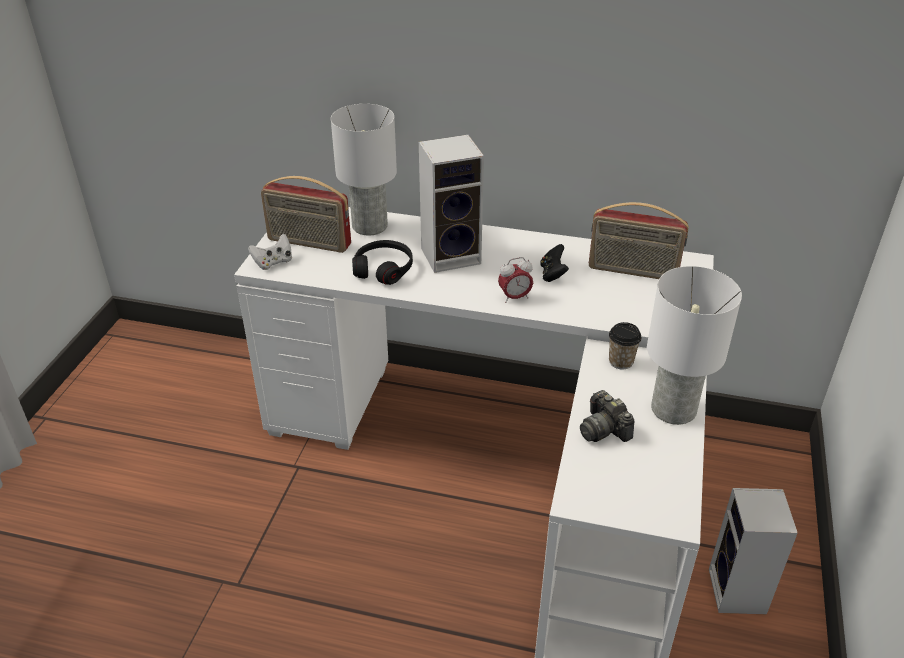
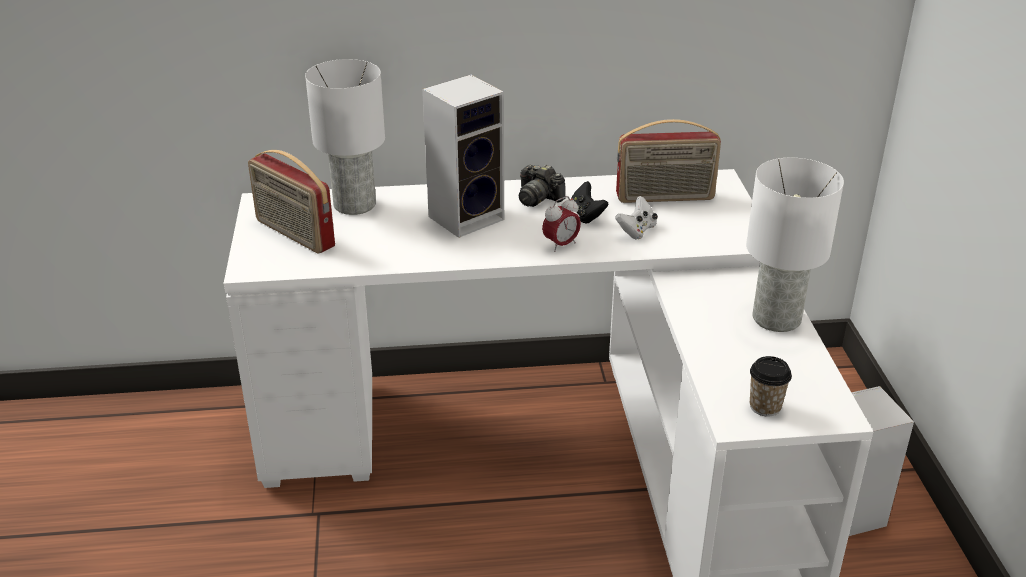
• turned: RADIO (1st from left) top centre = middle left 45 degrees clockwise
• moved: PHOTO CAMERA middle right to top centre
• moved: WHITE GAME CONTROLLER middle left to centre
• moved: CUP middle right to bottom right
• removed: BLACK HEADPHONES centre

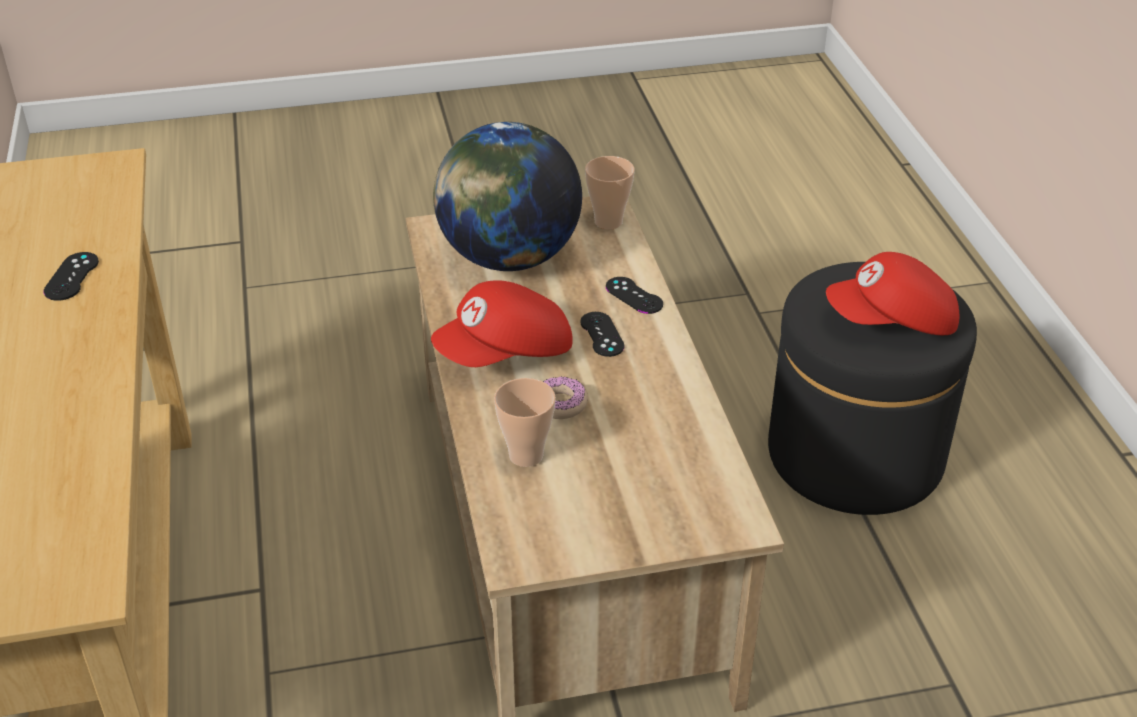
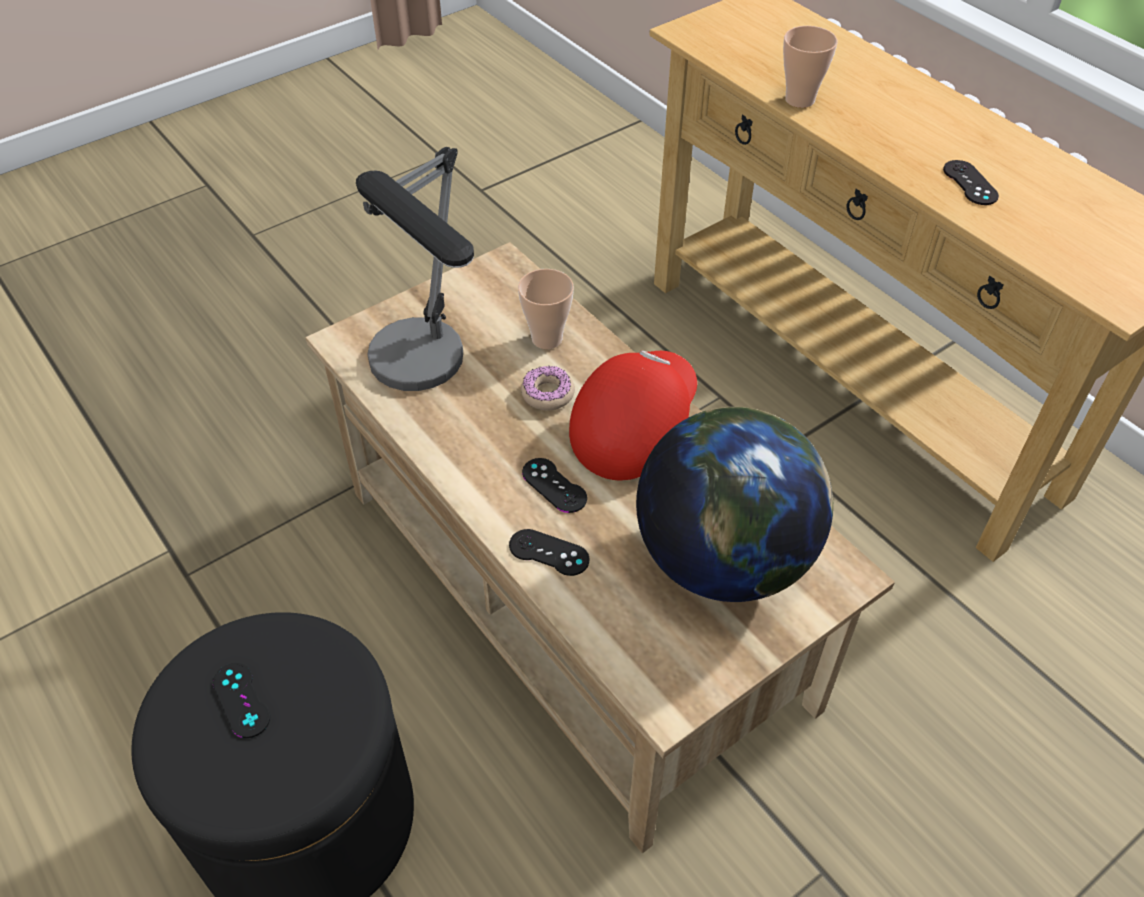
• replaced: RED CAP (2nd from left) middle right to BLACK GAME CONTROLLER (1st from left) bottom left
• added: TABLE LAMP top centre
• moved: CUP (2nd from left) top centre to top right

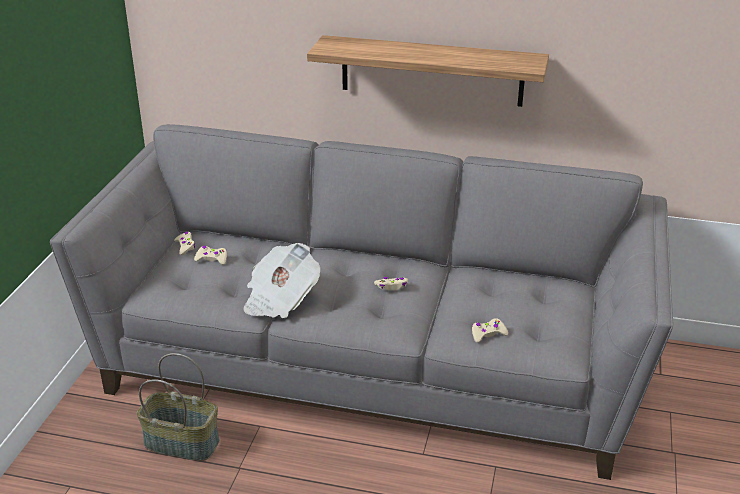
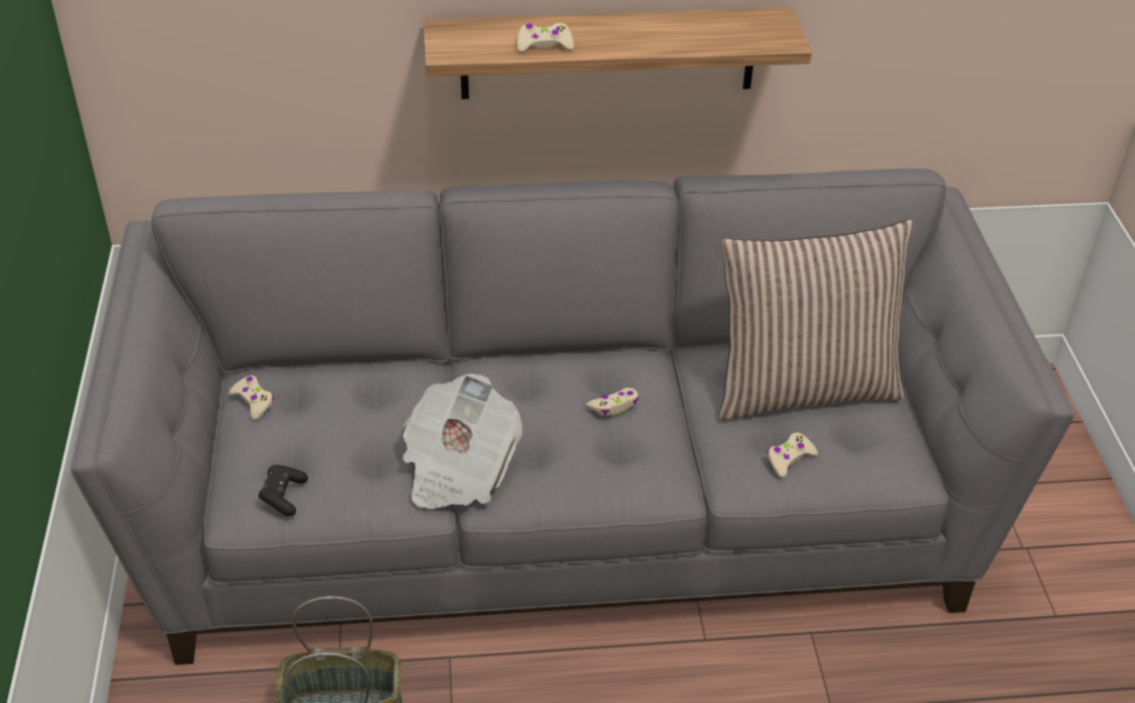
• added: BLACK GAME CONTROLLER bottom left
• moved: BEIGE GAME CONTROLLER (2nd from left) middle left to top centre
• added: PILLOW middle right

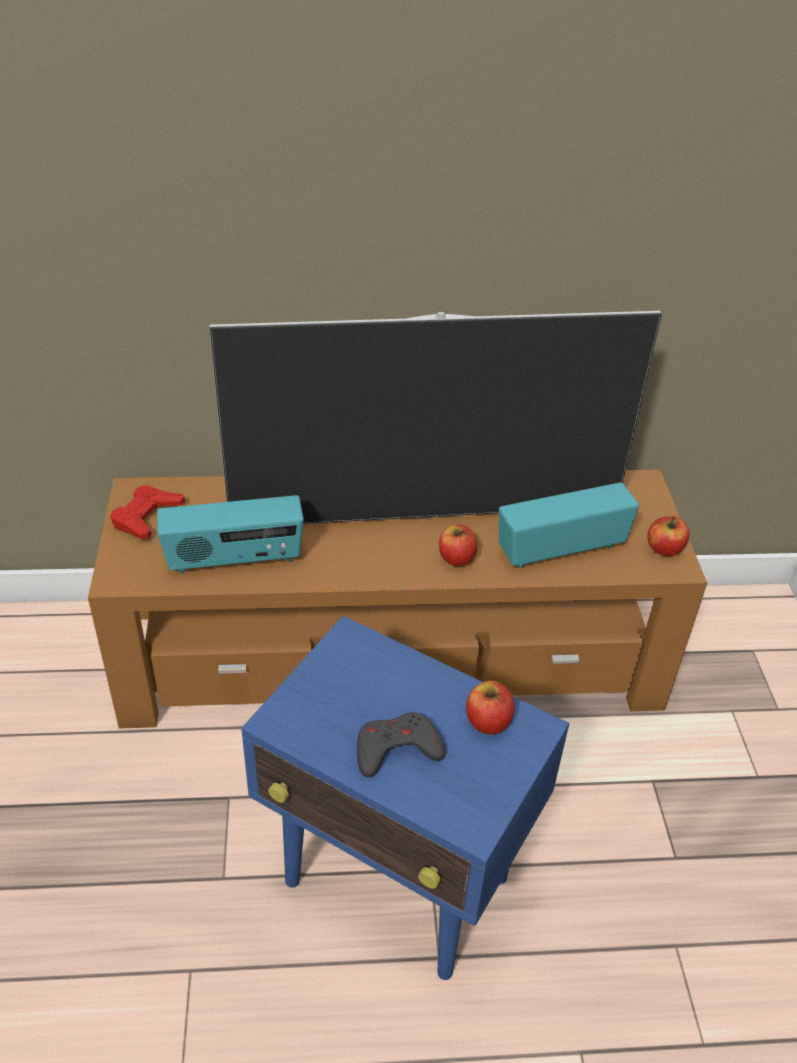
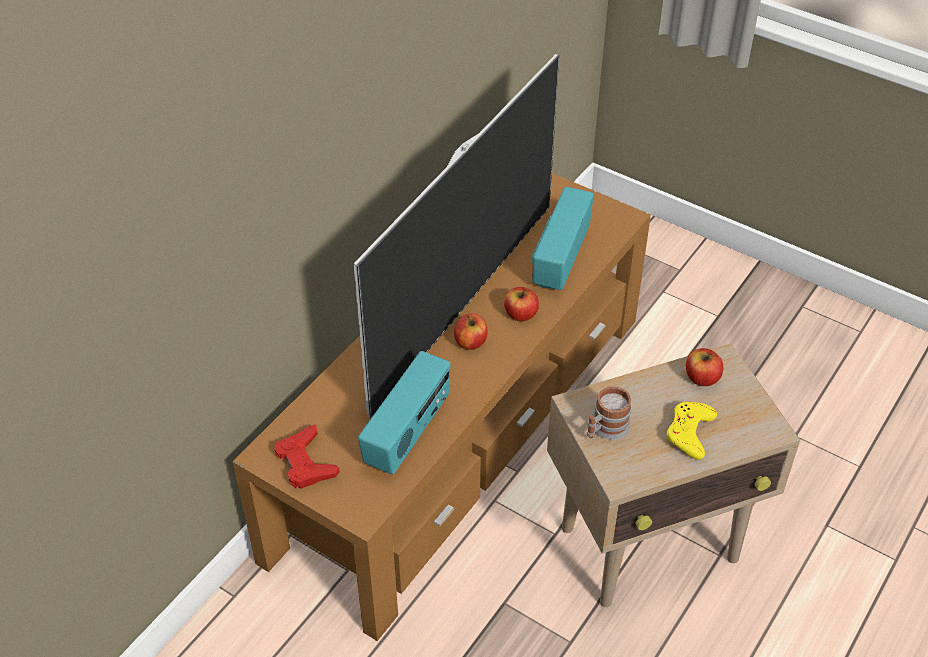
• moved: APPLE (3rd from left in the first image) middle right to APPLE (1st from left) centre
• recoloured: BLUE SIDE TABLE bottom centre to BEIGE SIDE TABLE bottom right
• added: MUG centre
• recoloured: GREY GAME CONTROLLER bottom centre to YELLOW GAME CONTROLLER middle right

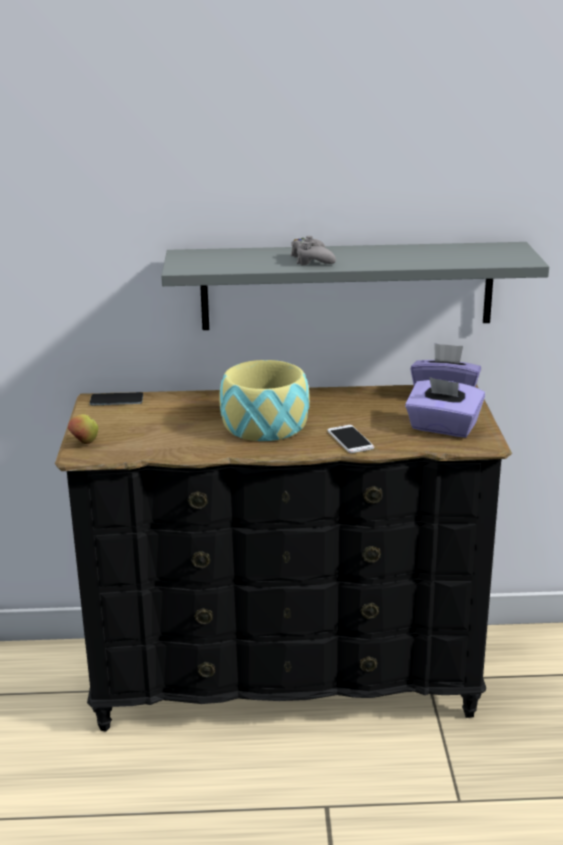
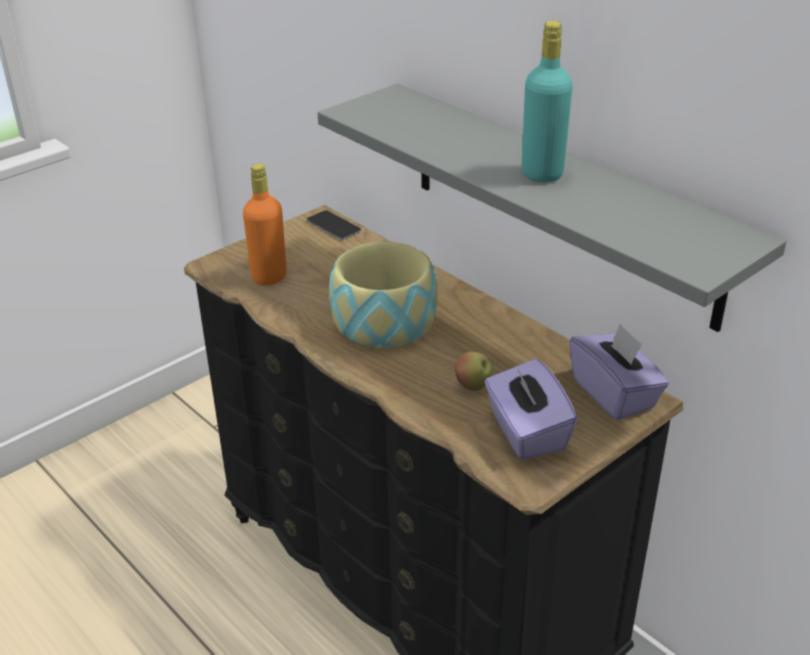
• added: ORANGE BOTTLE middle left
• moved: APPLE middle left to centre
• added: TURQUOISE BOTTLE top right
• removed: GREY GAME CONTROLLER top centre
• removed: PHONE (2nd from left) centre

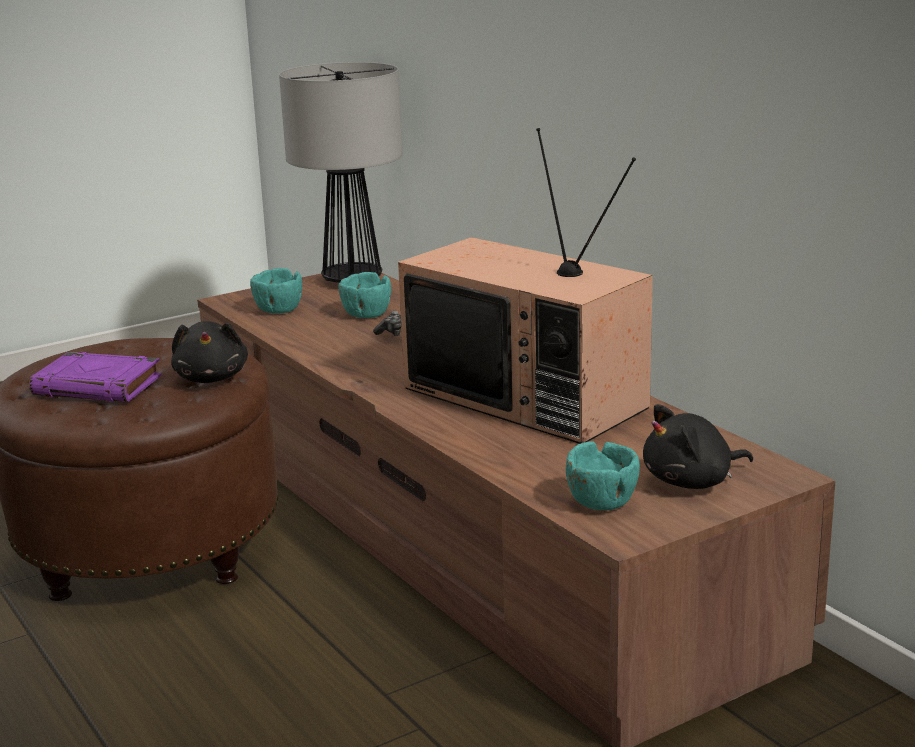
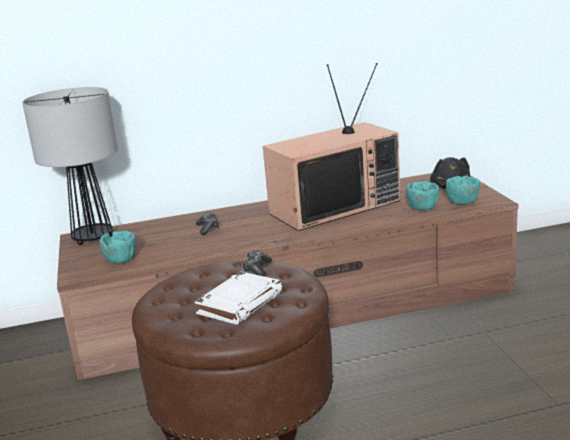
• recoloured: PURPLE BOOK middle left to WHITE BOOK bottom centre
• replaced: BLACK PLUSH TOY (1st from left) middle left to GAME CONTROLLER (2nd from left) centre
• moved: TURQUOISE BOWL (2nd from left) centre to middle right

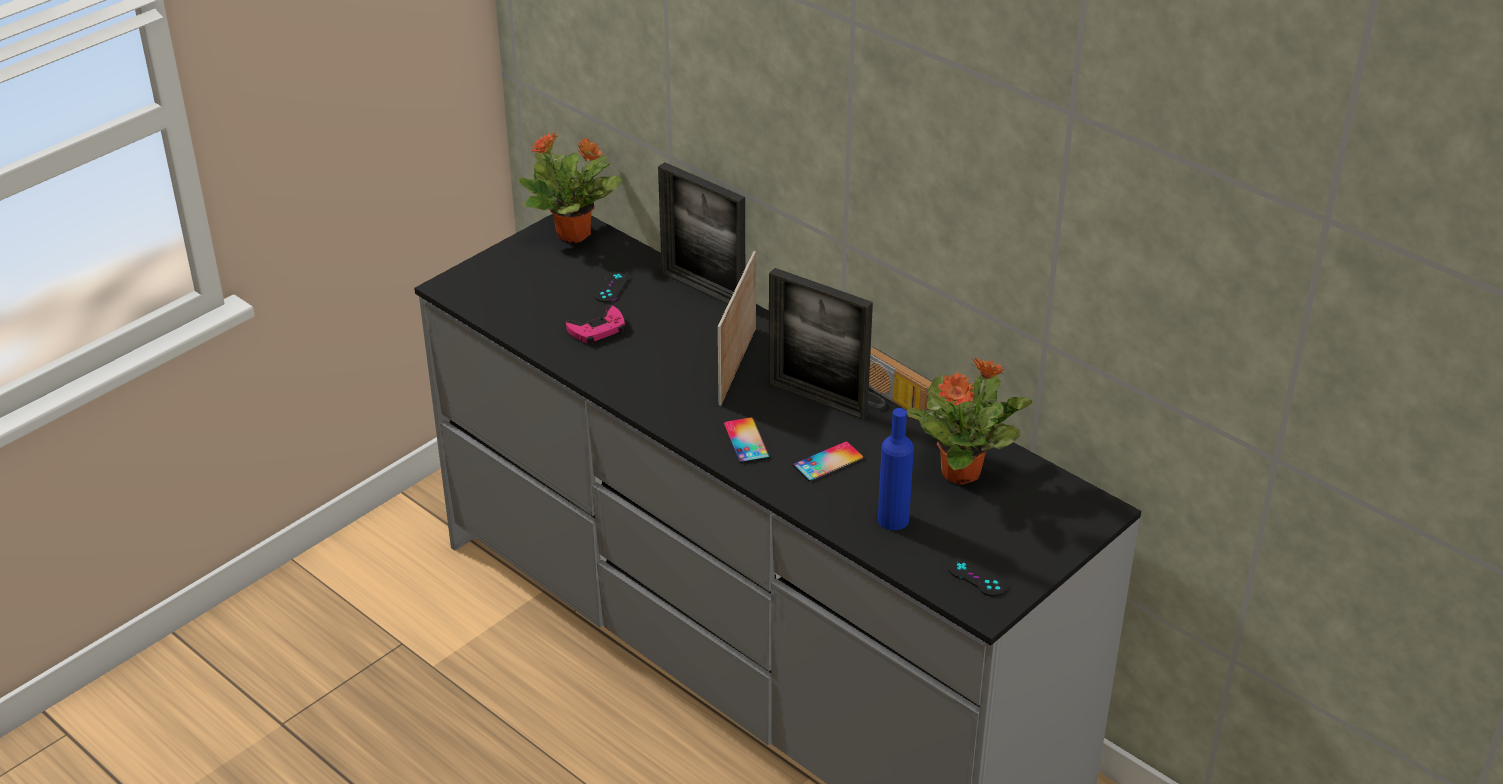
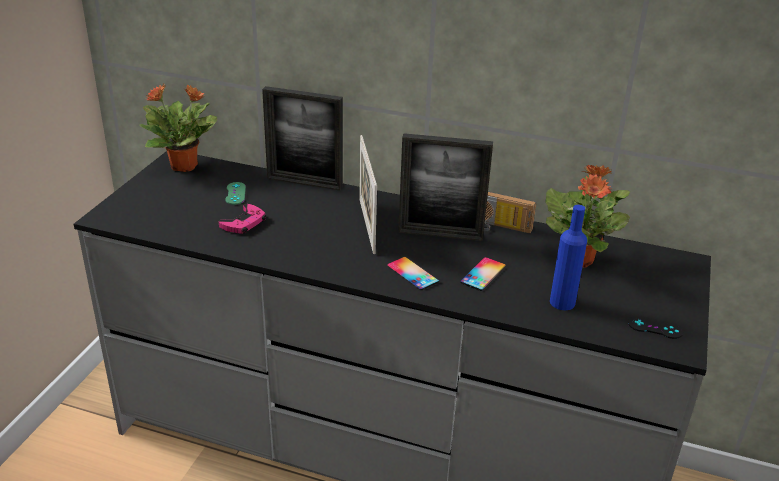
• recoloured: BLACK GAME CONTROLLER (1st from left) centre to GREEN GAME CONTROLLER middle left

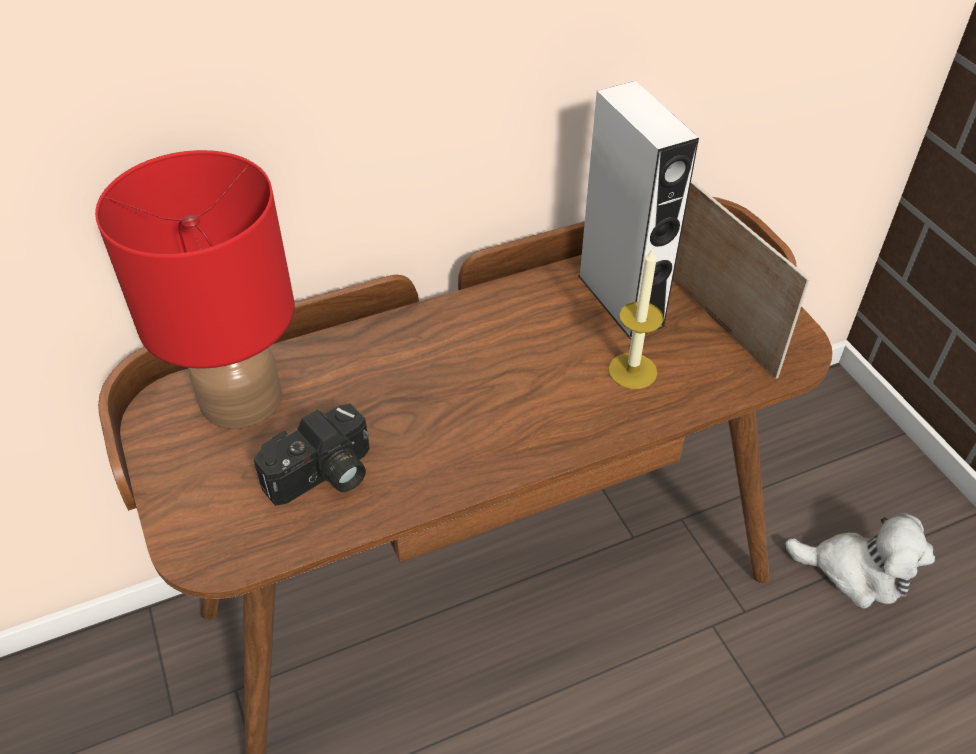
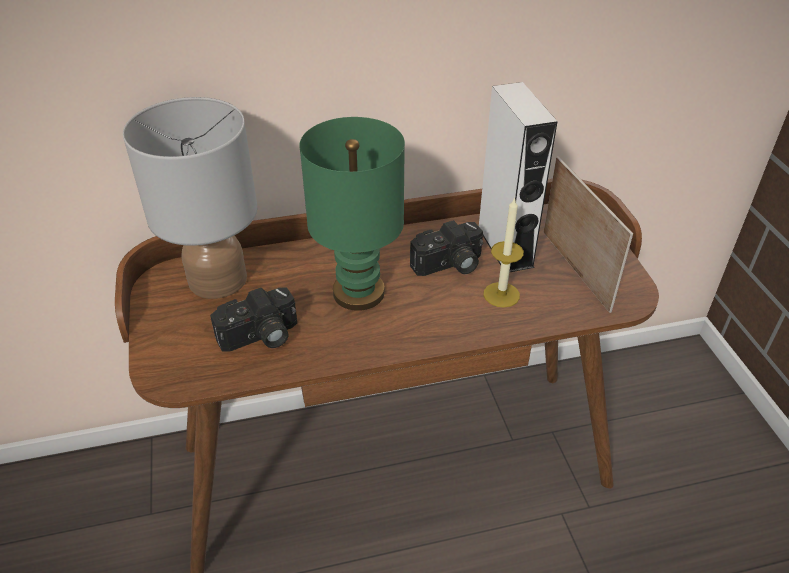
• recoloured: RED TABLE LAMP middle left to GREY TABLE LAMP middle left
• added: GREEN TABLE LAMP centre
• added: PHOTO CAMERA (2nd from left) centre
• removed: PLUSH TOY bottom right

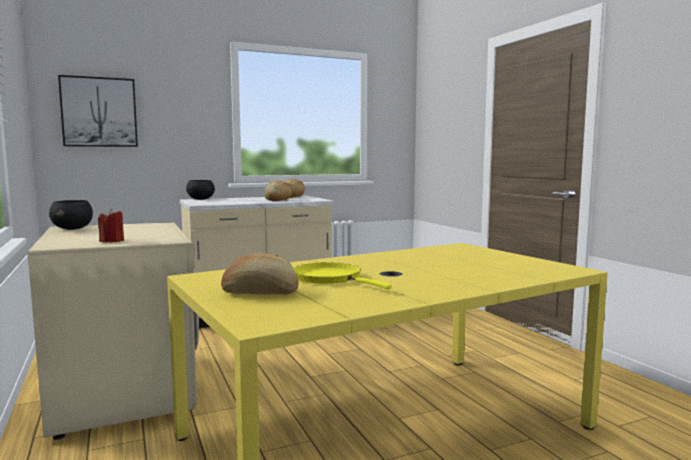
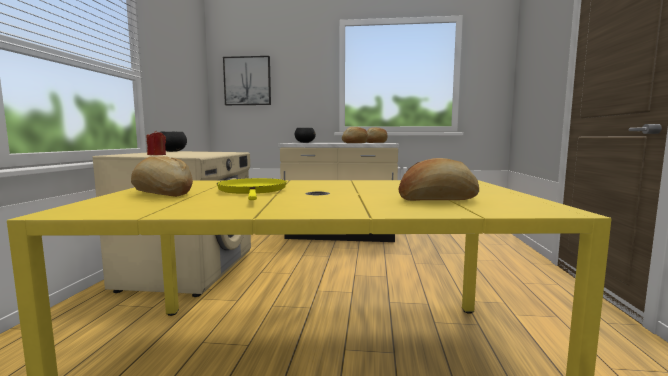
• added: BREAD (4th from left) centre

